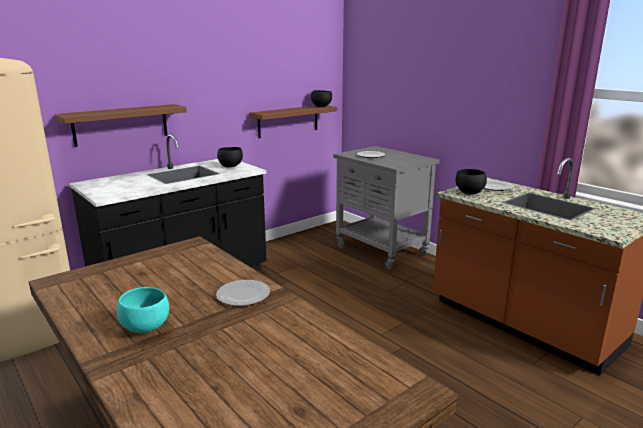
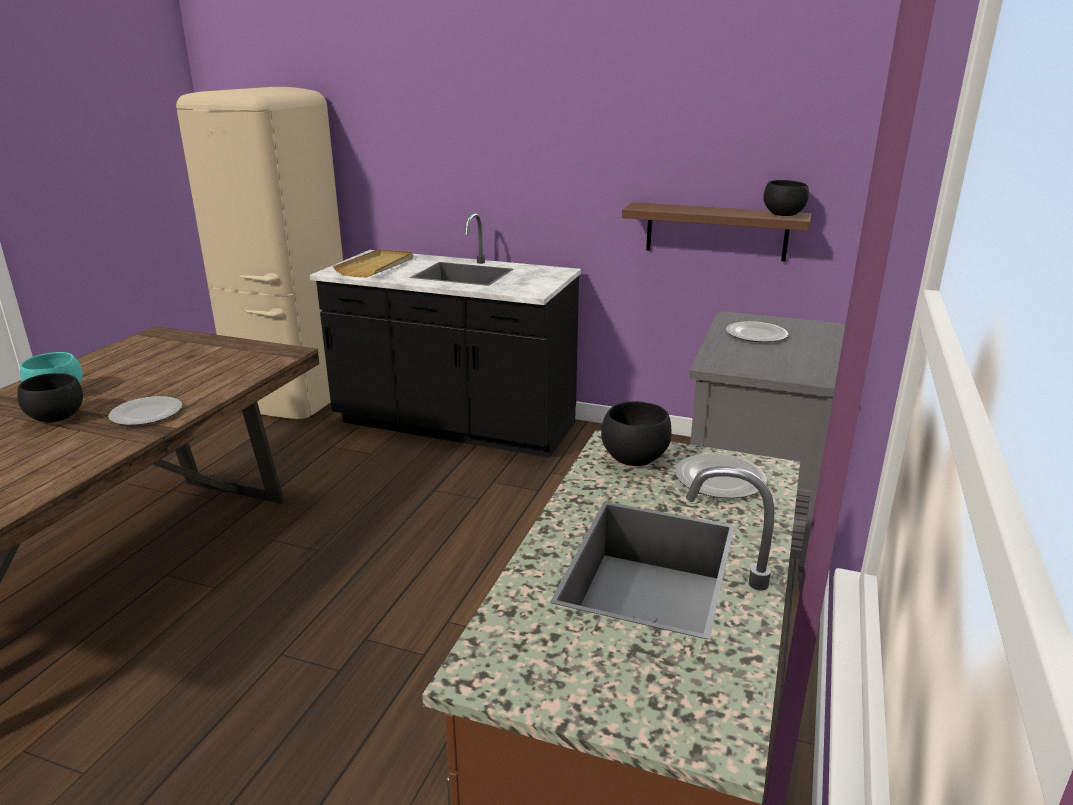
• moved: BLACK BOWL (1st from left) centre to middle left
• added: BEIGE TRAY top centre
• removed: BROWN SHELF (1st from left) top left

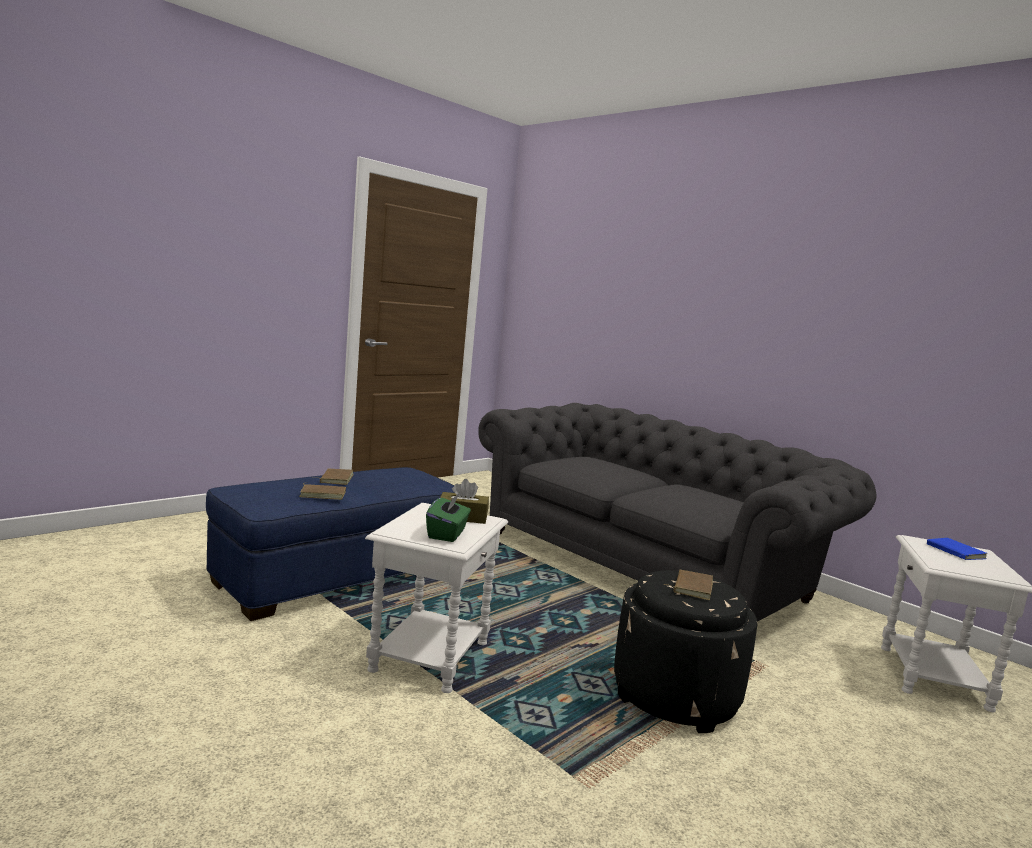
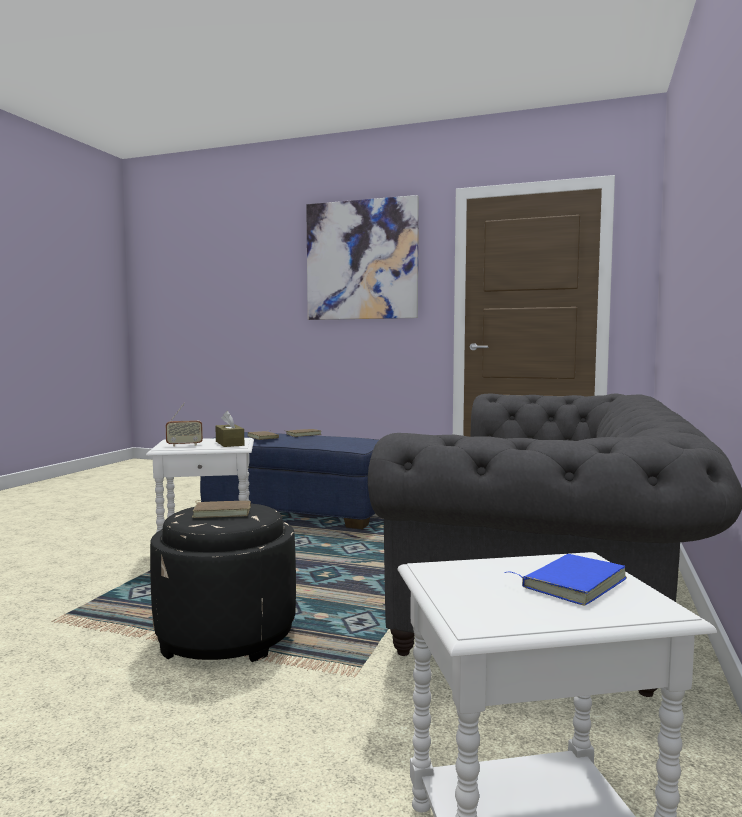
• replaced: GREEN TISSUE BOX centre to RADIO middle left
• added: PICTURE top centre

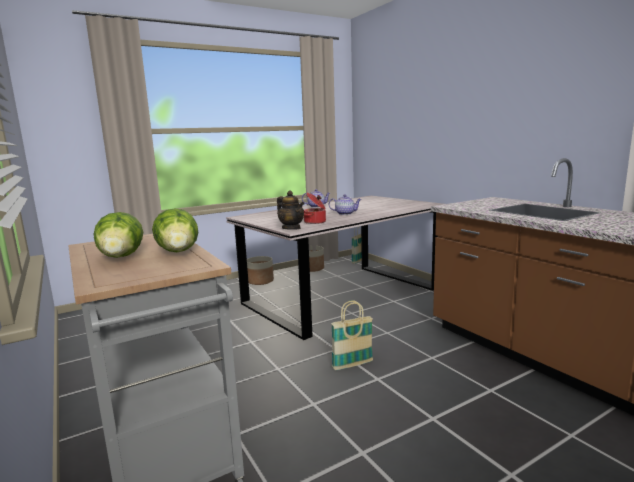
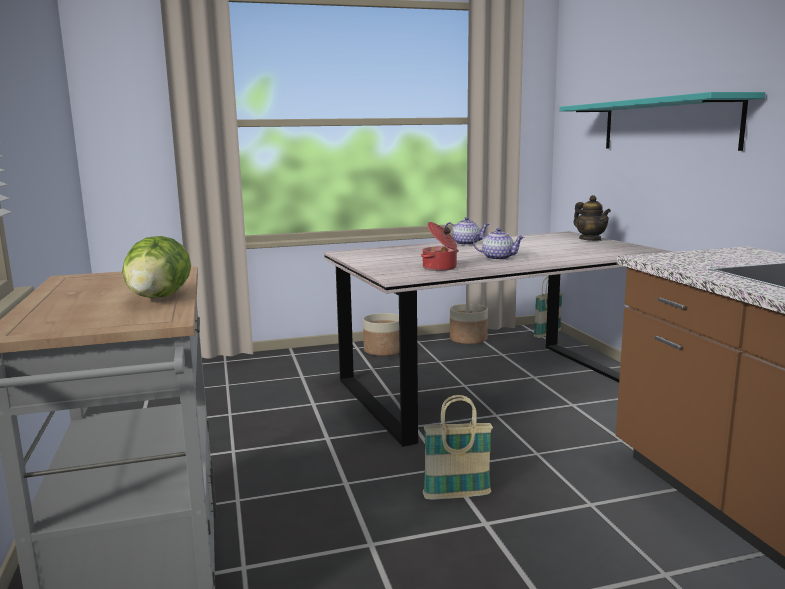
• added: TURQUOISE SHELF top right
• moved: TEAPOT (1st from left in the first image) centre to TEAPOT (3rd from left) middle right
• removed: LETTUCE (1st from left) middle left

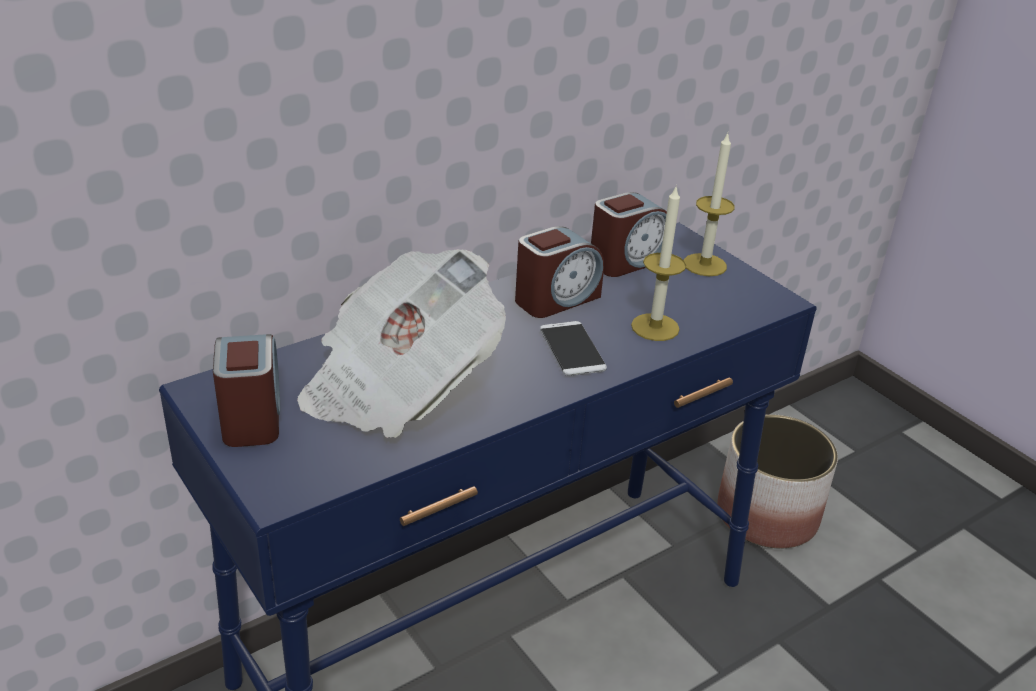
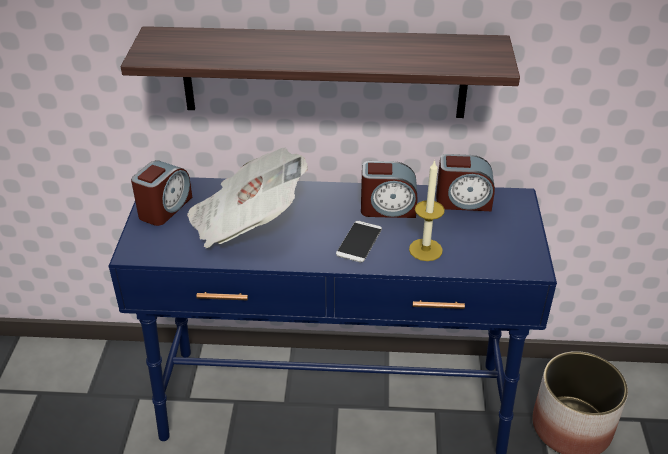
• added: SHELF top centre
• removed: CANDLE (2nd from left) top right

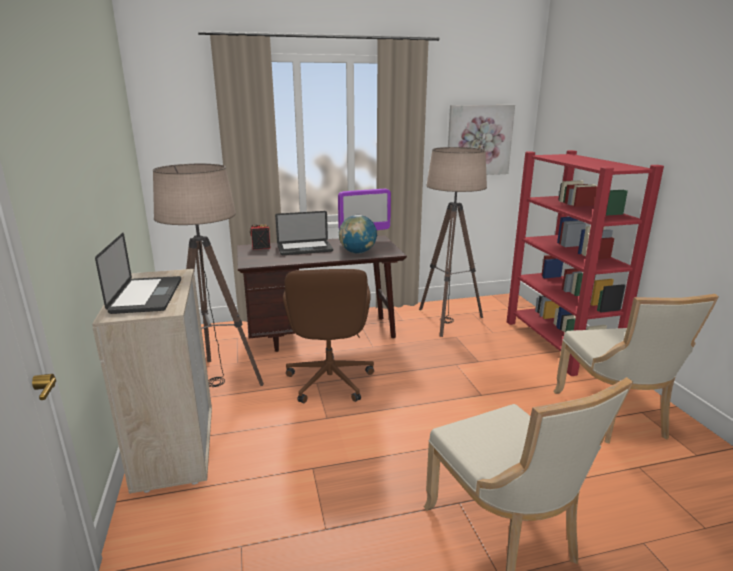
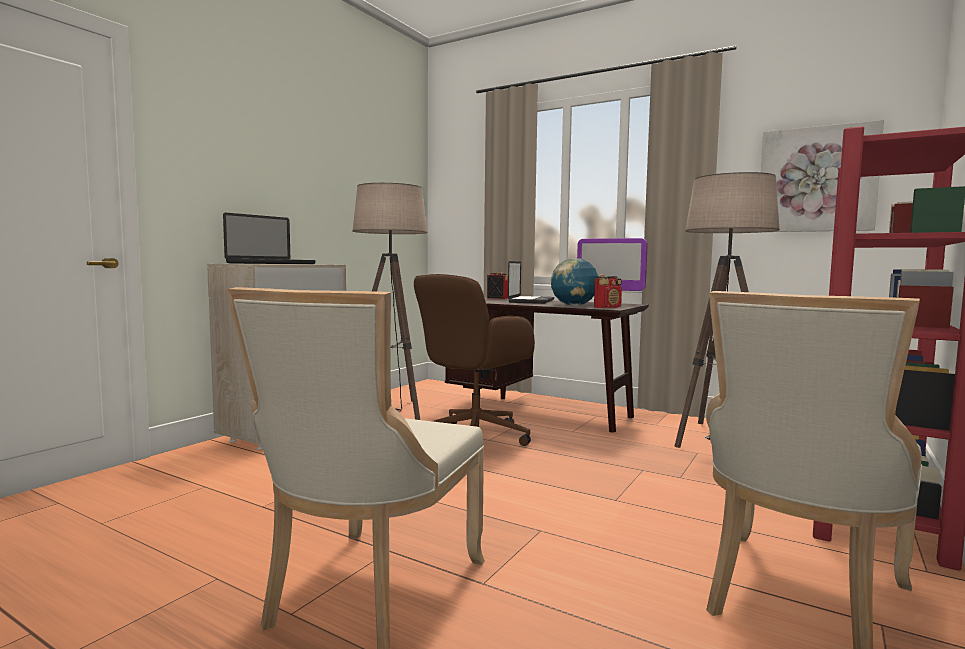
• turned: LAPTOP (2nd from left) centre = centre 105 degrees counterclockwise
• added: RADIO (2nd from left) centre

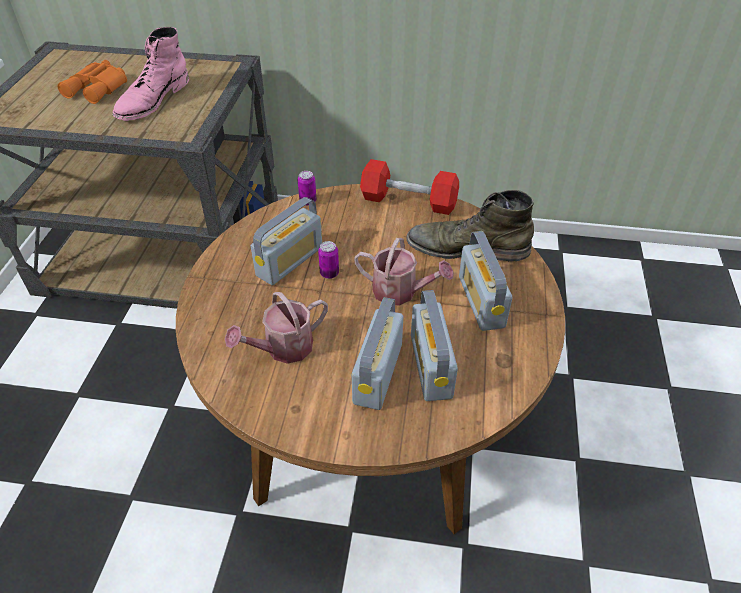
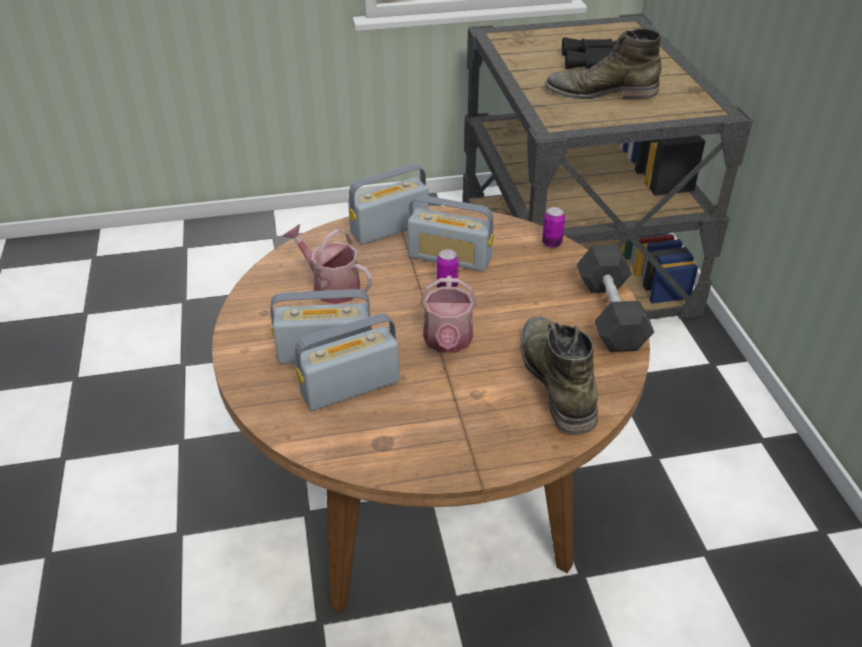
• moved: RADIO (4th from left in the first image) centre to RADIO (3rd from left) top centre
• recoloured: PINK BOOT top left to GREEN BOOT (2nd from left) top right
• recoloured: ORANGE BINOCULARS top left to BLACK BINOCULARS top right
• recoloured: RED DUMBBELL top centre to BLACK DUMBBELL middle right

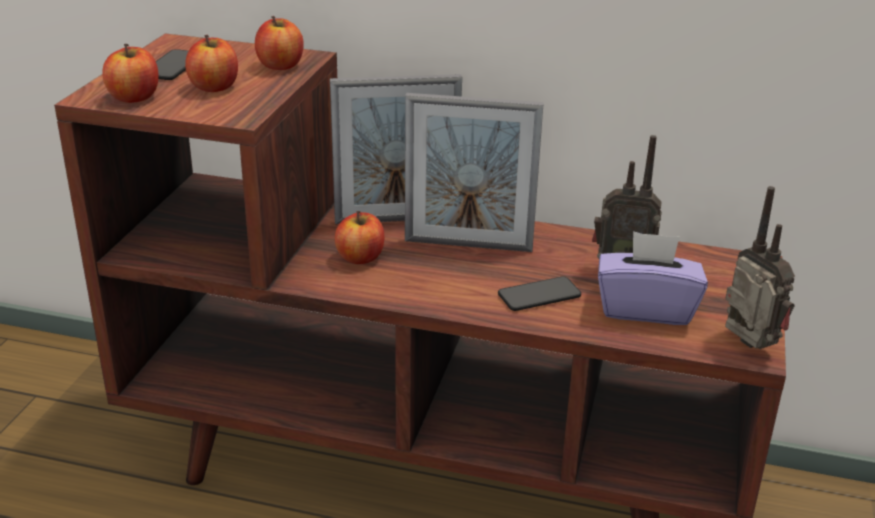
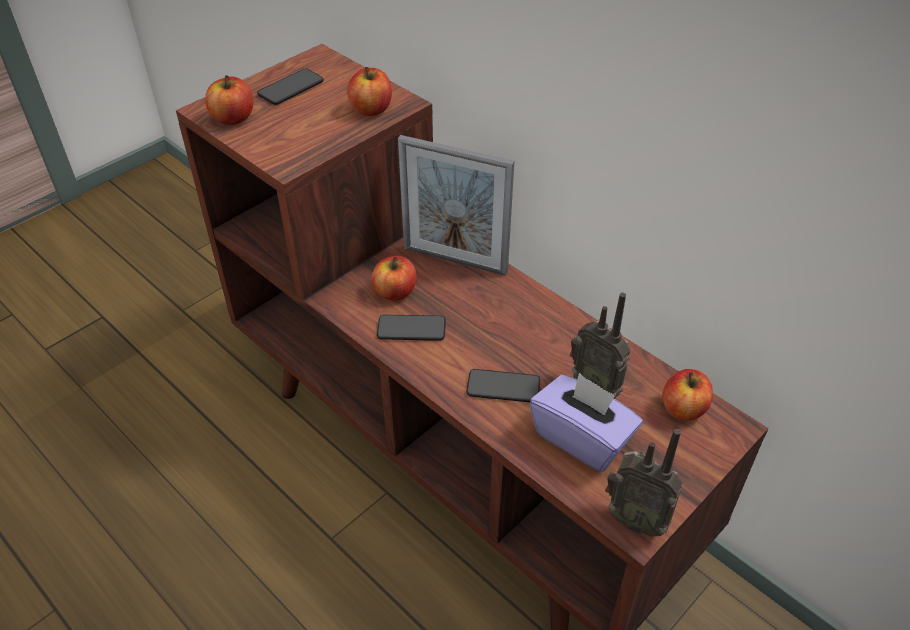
• added: PHONE (2nd from left) centre
• turned: RADIO (2nd from left) middle right = bottom right 120 degrees clockwise
• moved: APPLE (2nd from left in the first image) top left to APPLE (4th from left) middle right
• removed: PICTURE FRAME (2nd from left) top centre

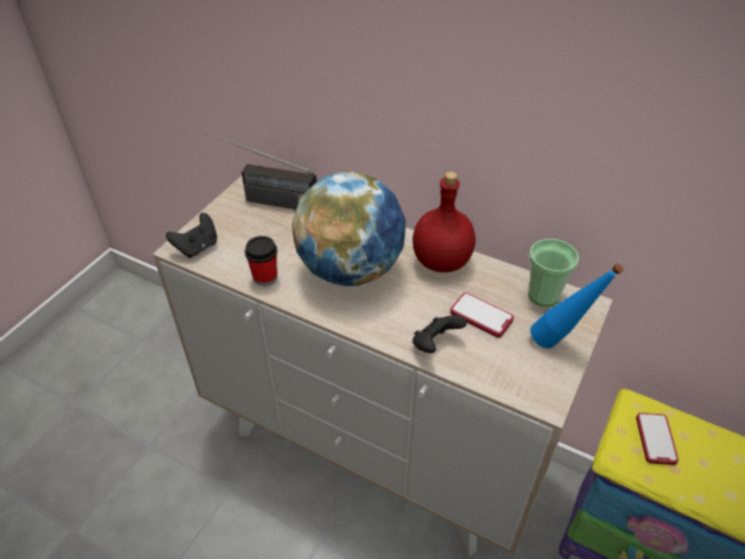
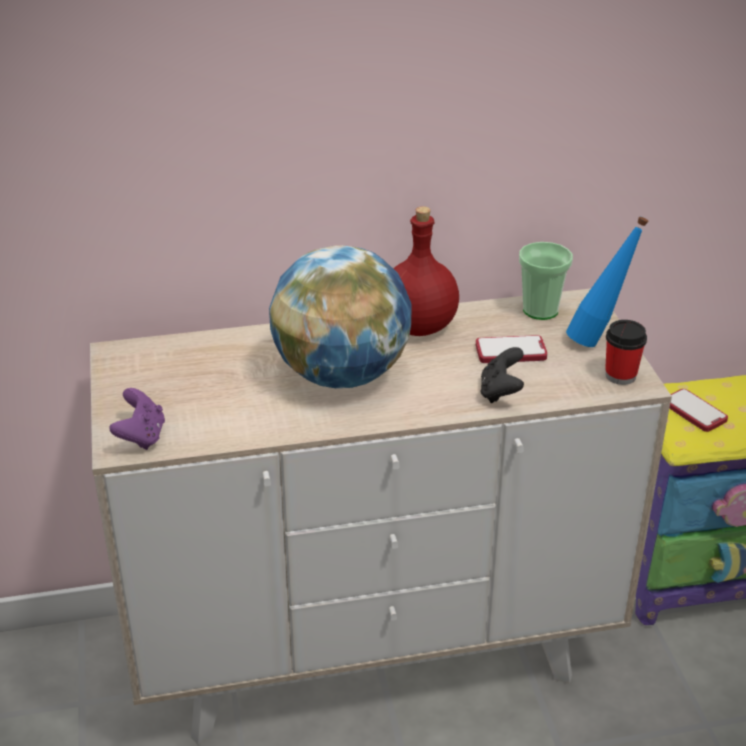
• recoloured: BLACK GAME CONTROLLER (1st from left) middle left to PURPLE GAME CONTROLLER middle left
• moved: CUP (1st from left in the first image) centre to CUP (2nd from left) middle right
• removed: RADIO top centre

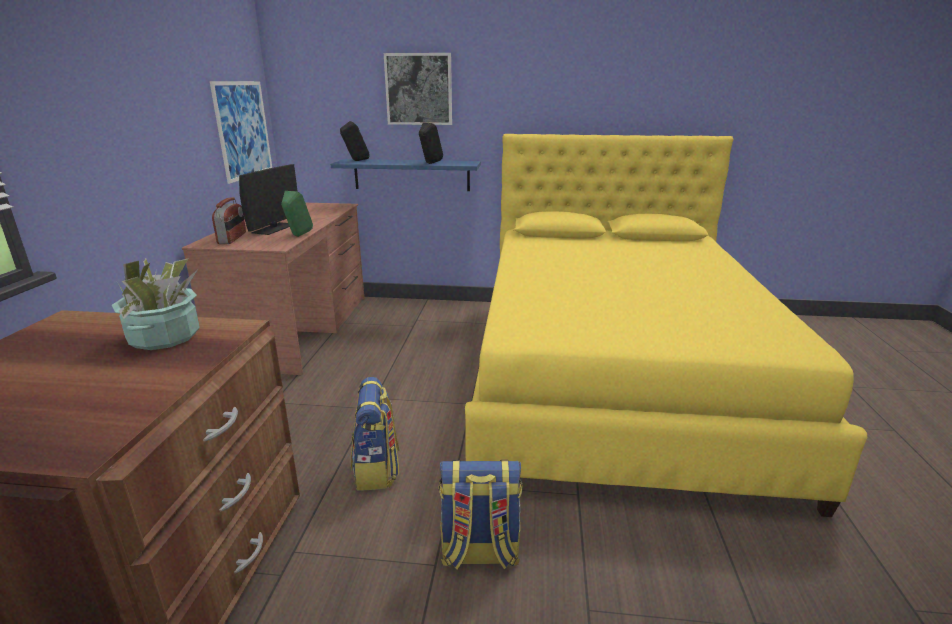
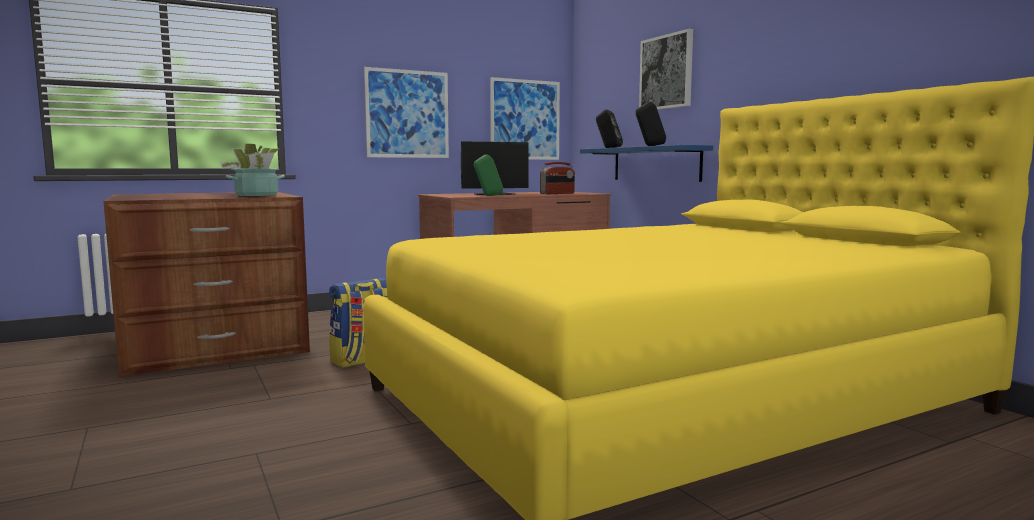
• added: PICTURE (1st from left) top centre
• moved: RADIO middle left to centre
• removed: BACKPACK (2nd from left) bottom centre

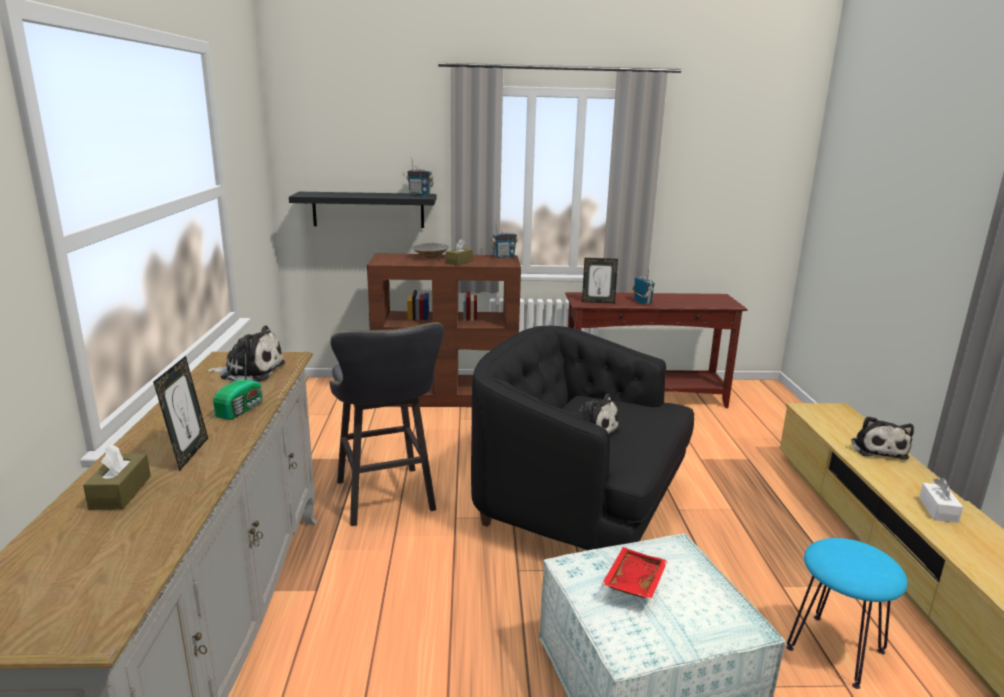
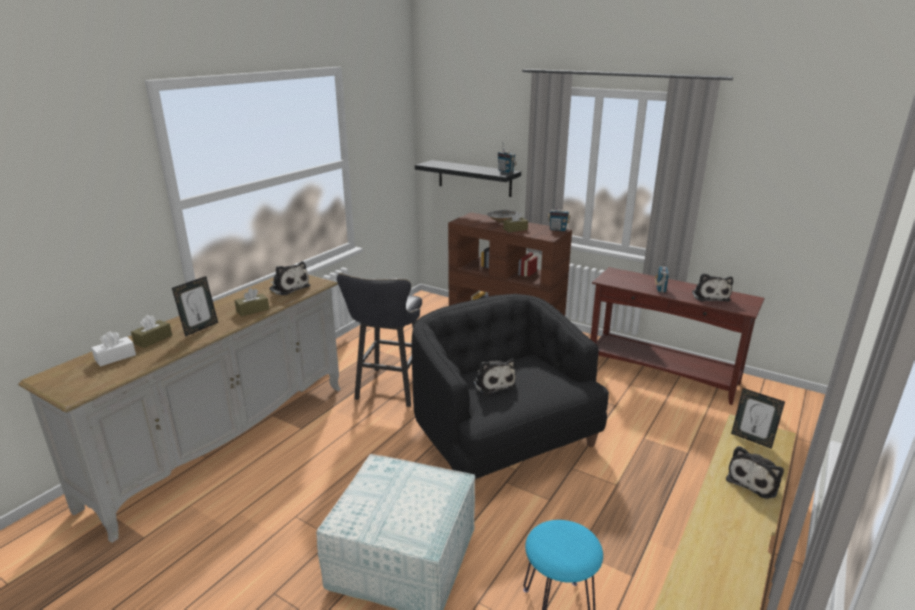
• moved: WHITE TISSUE BOX bottom right to middle left
• replaced: RADIO (1st from left) middle left to BROWN TISSUE BOX (2nd from left) middle left
• added: PLUSH TOY (3rd from left) middle right
• moved: PICTURE FRAME (2nd from left) centre to bottom right
• removed: RED TRAY bottom centre

